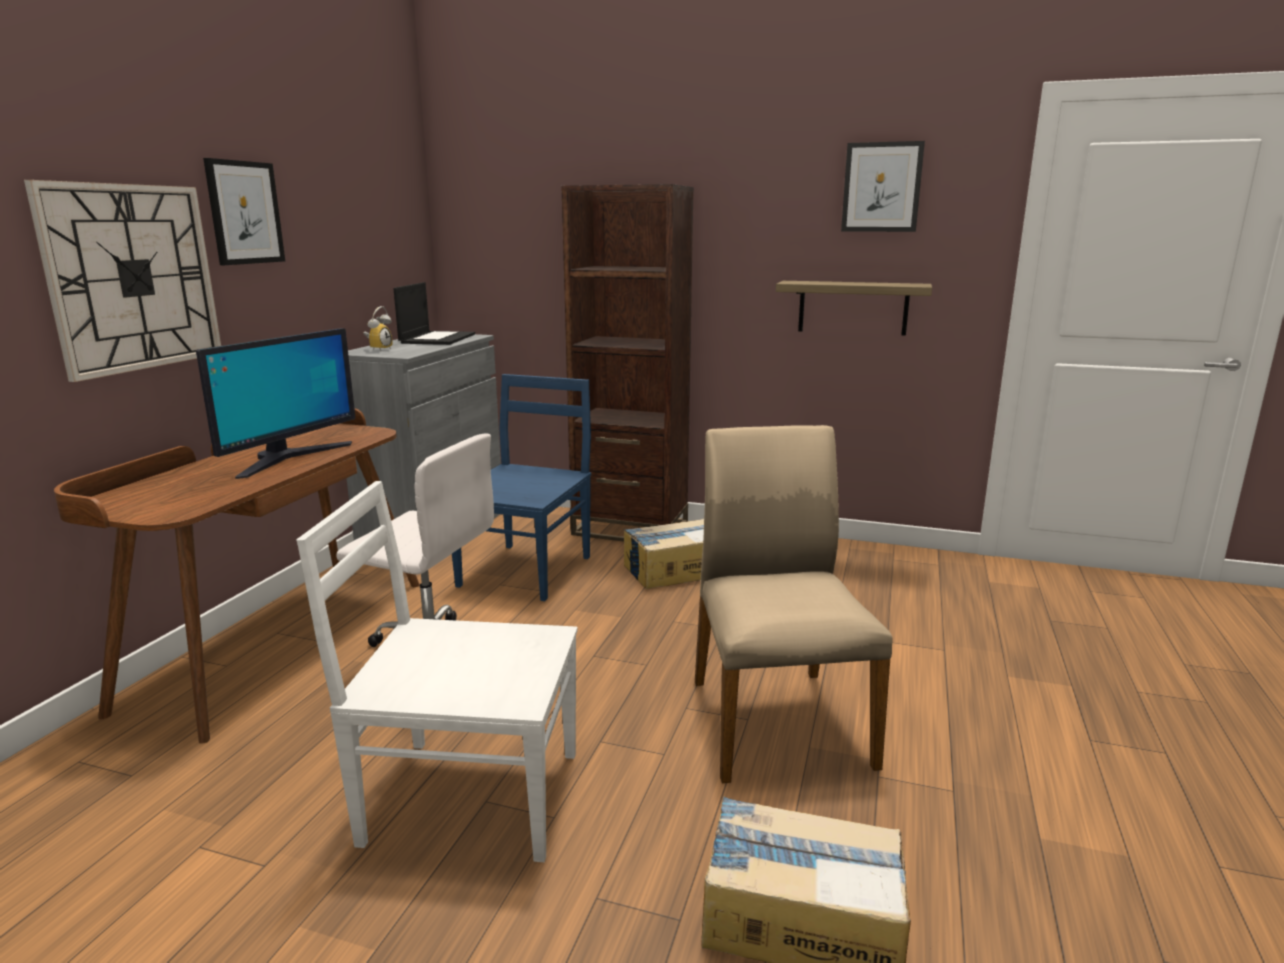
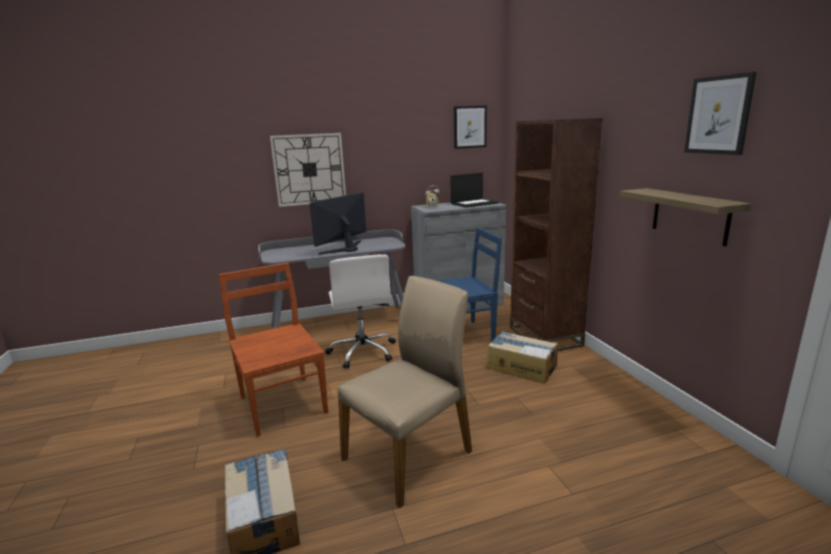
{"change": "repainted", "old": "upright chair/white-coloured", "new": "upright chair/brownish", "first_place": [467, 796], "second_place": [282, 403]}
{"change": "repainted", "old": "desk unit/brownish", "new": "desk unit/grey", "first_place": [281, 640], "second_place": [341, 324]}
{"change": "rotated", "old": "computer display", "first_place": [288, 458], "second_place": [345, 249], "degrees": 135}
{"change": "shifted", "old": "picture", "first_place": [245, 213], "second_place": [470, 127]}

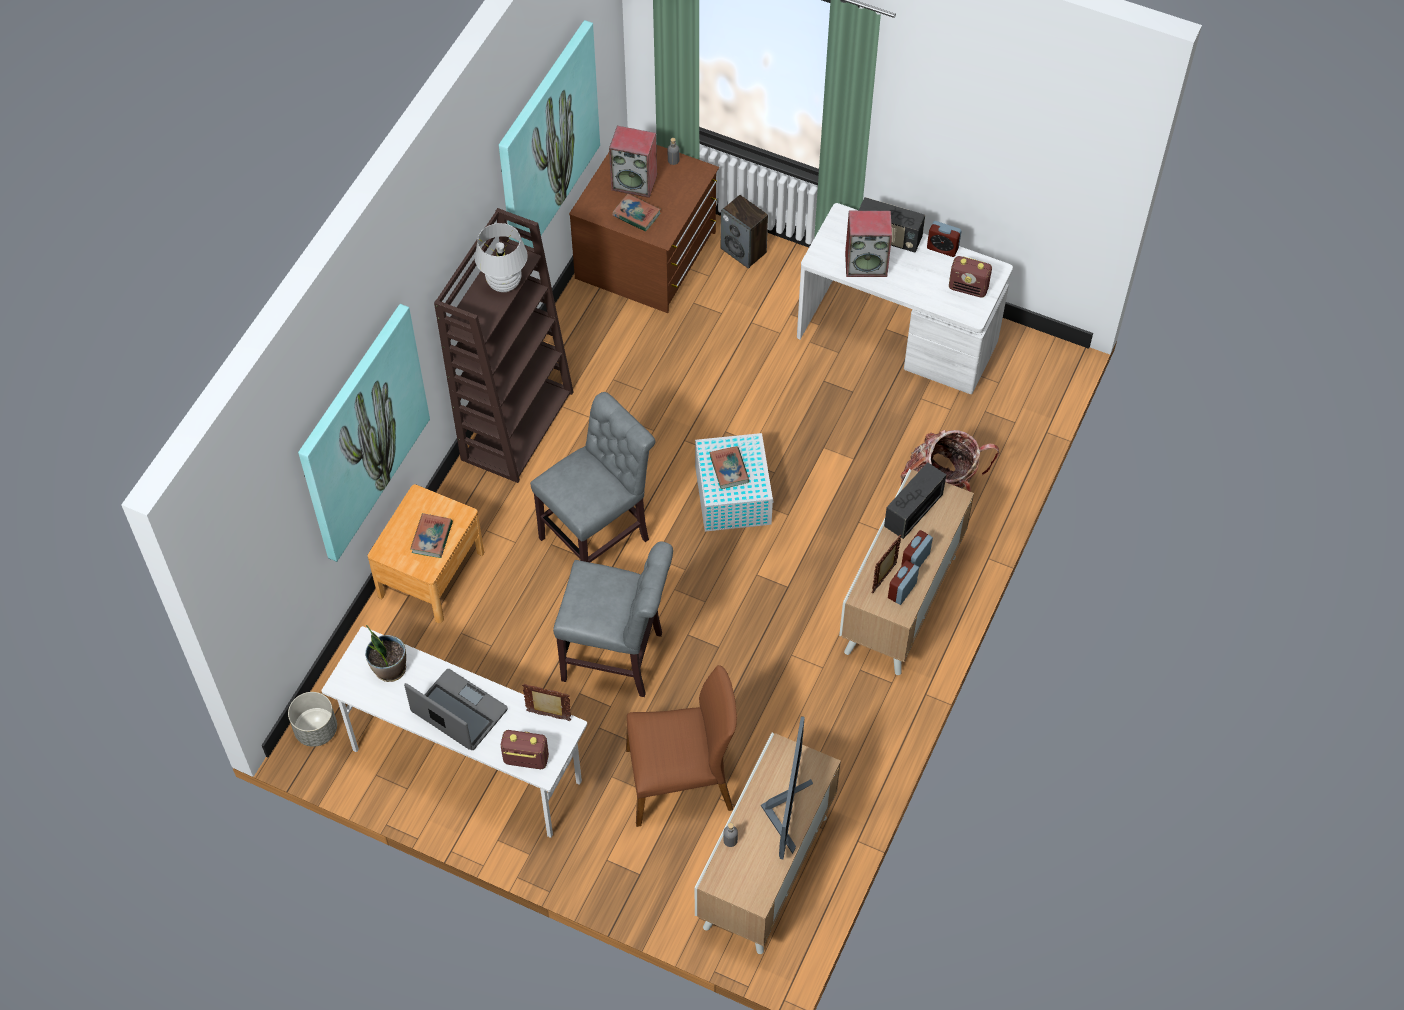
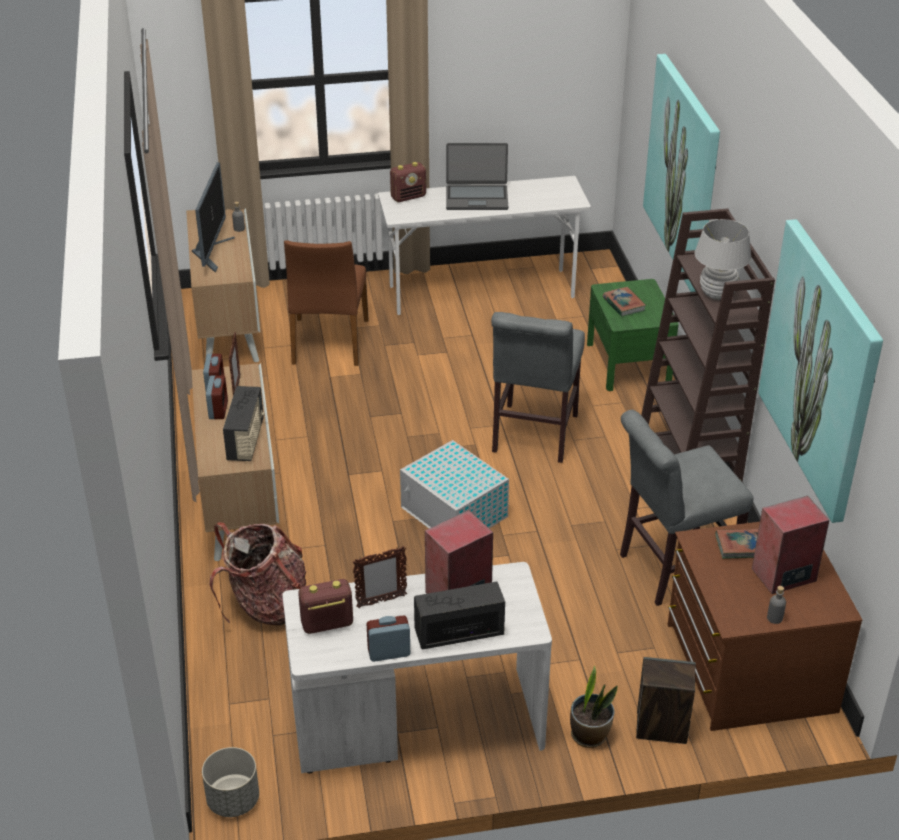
{"change": "rotated", "old": "computer display", "first_place": [785, 810], "second_place": [212, 252], "degrees": -150}
{"change": "shifted", "old": "flower pot/grey", "first_place": [316, 730], "second_place": [233, 800]}
{"change": "rotated", "old": "upright chair/brownish", "first_place": [681, 780], "second_place": [328, 342], "degrees": -45}
{"change": "shifted", "old": "standing frame", "first_place": [549, 716], "second_place": [381, 601]}
{"change": "shifted", "old": "plant in a pot", "first_place": [389, 668], "second_place": [589, 735]}
{"change": "repainted", "old": "night table/brownish", "new": "night table/green-coloured", "first_place": [431, 574], "second_place": [628, 363]}
{"change": "shifted", "old": "upright chair/grey", "first_place": [618, 658], "second_place": [671, 570]}
{"change": "gone", "old": "bound book", "first_place": [729, 469]}

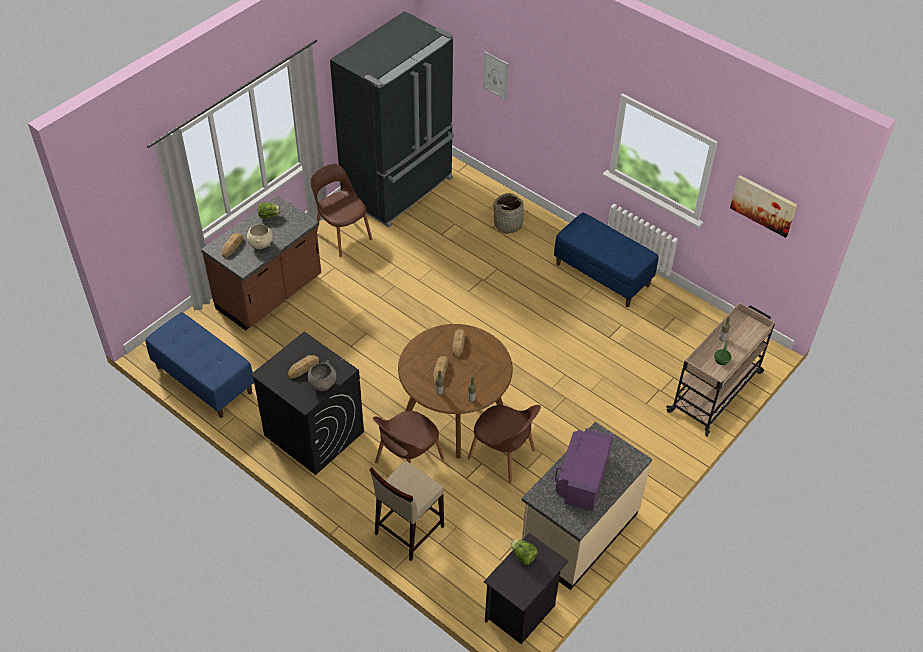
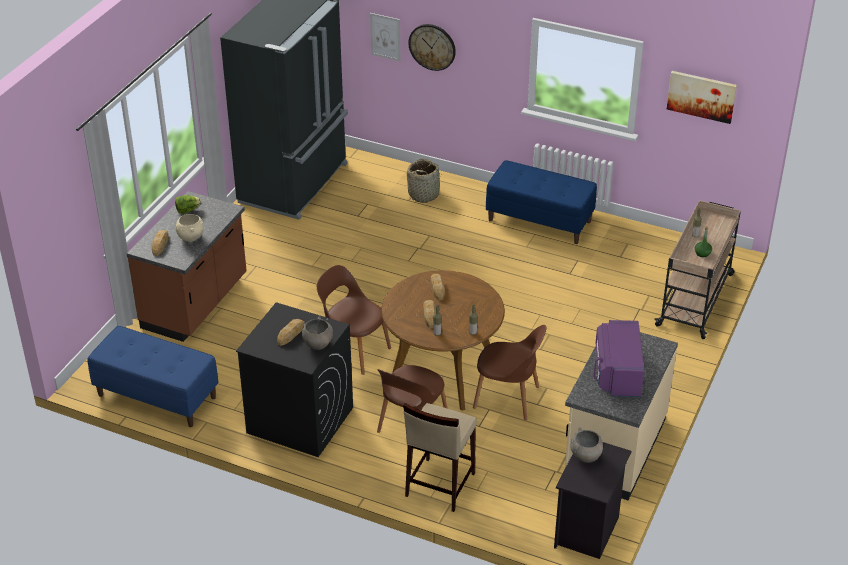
{"change": "shifted", "old": "upright chair/brownish", "first_place": [342, 234], "second_place": [354, 350]}
{"change": "new", "new": "hanging clock", "second_place": [432, 46]}
{"change": "swapped", "old": "lettuce", "new": "bowl/grey", "first_place": [523, 556], "second_place": [585, 456]}

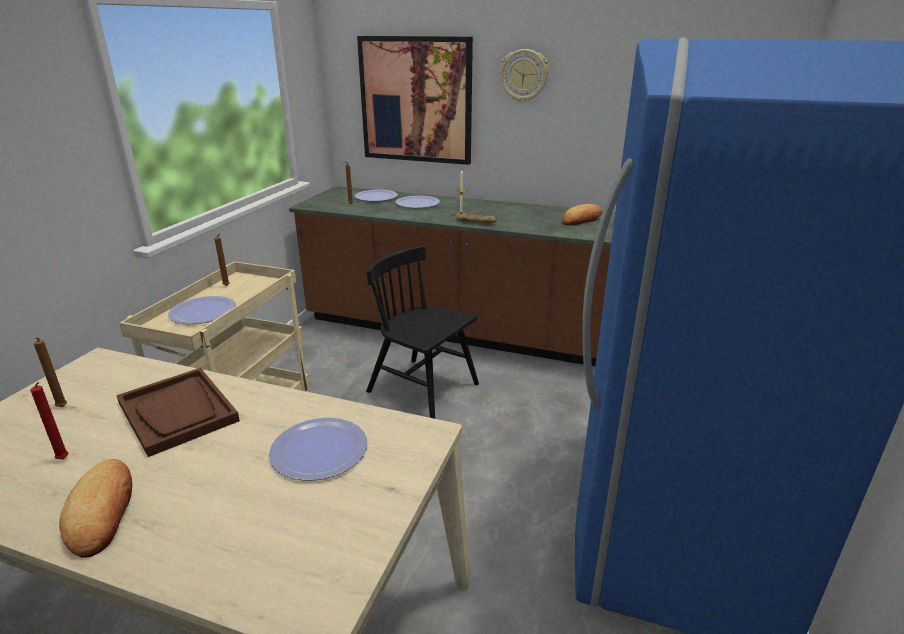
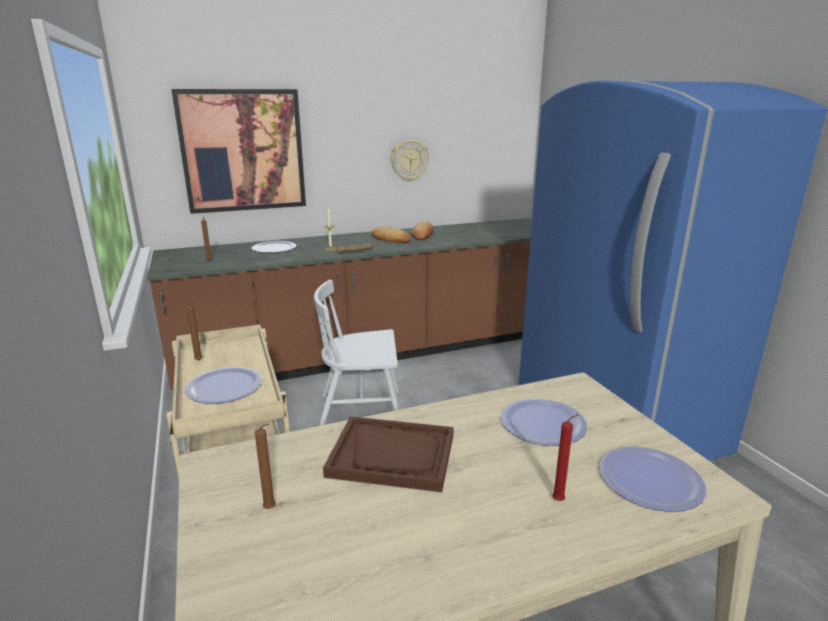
{"change": "repainted", "old": "upright chair/blackish", "new": "upright chair/white-coloured", "first_place": [423, 388], "second_place": [361, 412]}
{"change": "shifted", "old": "bakery bread", "first_place": [102, 511], "second_place": [390, 239]}
{"change": "shifted", "old": "hanging clock", "first_place": [524, 76], "second_place": [409, 160]}
{"change": "shifted", "old": "wax candle/reddish", "first_place": [64, 460], "second_place": [560, 500]}
{"change": "shifted", "old": "plate", "first_place": [376, 197], "second_place": [650, 480]}

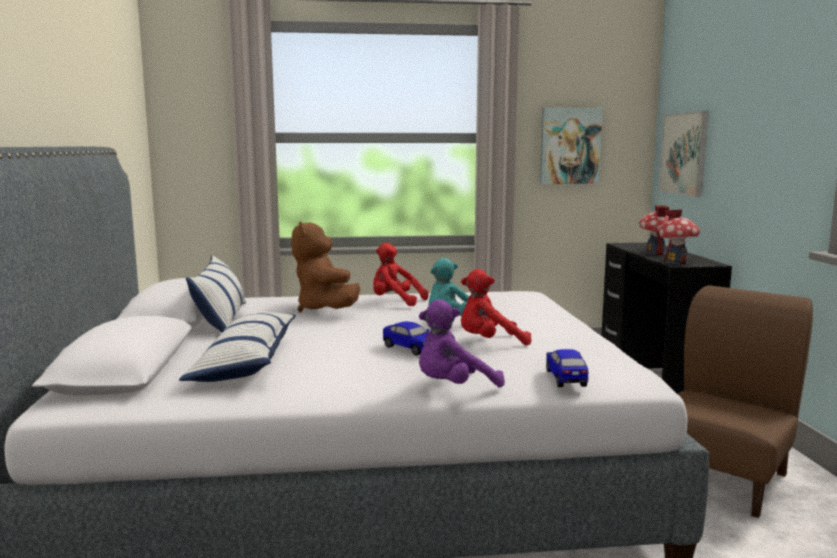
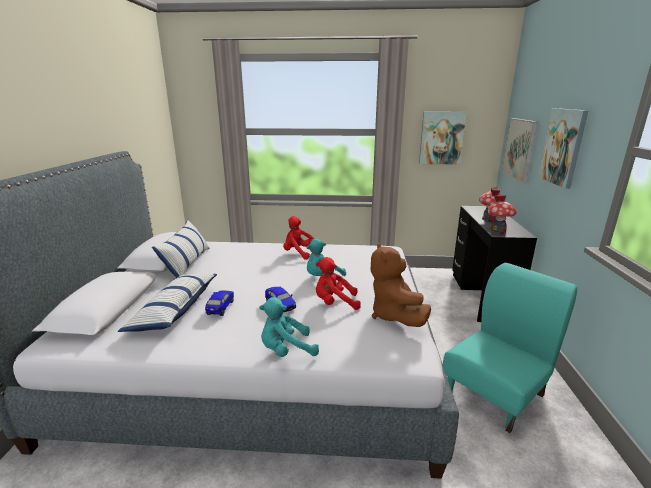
{"change": "shifted", "old": "toy car", "first_place": [565, 378], "second_place": [221, 307]}
{"change": "repainted", "old": "plush toy/purple", "new": "plush toy/blue-green", "first_place": [453, 387], "second_place": [286, 350]}
{"change": "shifted", "old": "plush toy/brownish", "first_place": [325, 309], "second_place": [394, 316]}
{"change": "repainted", "old": "upright chair/brownish", "new": "upright chair/blue-green", "first_place": [722, 479], "second_place": [496, 394]}
{"change": "new", "new": "picture", "second_place": [563, 147]}

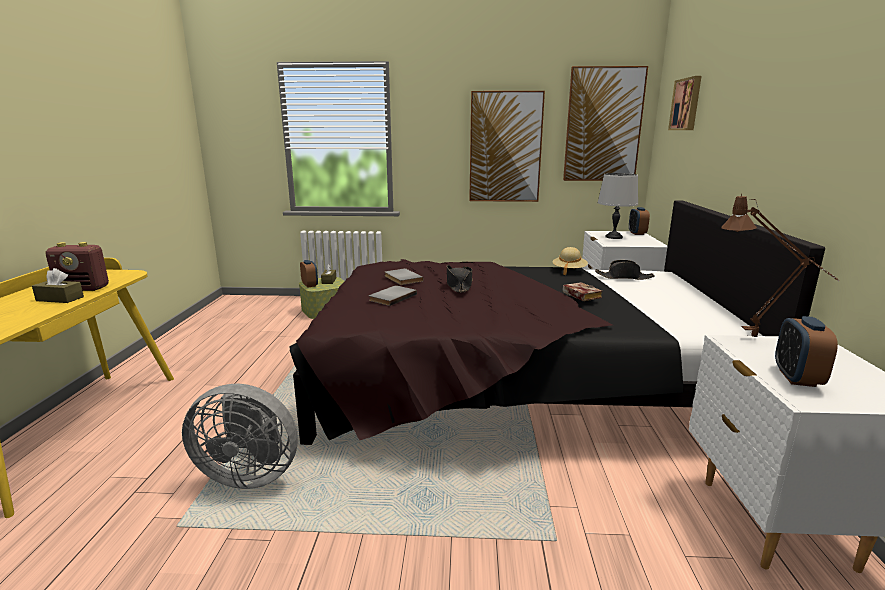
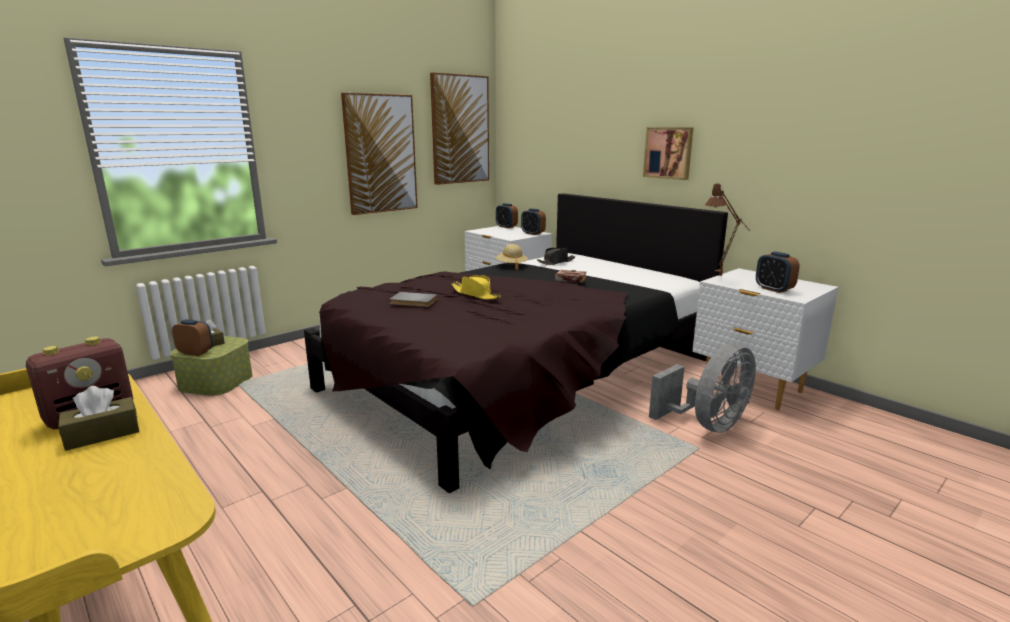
{"change": "repainted", "old": "clothing hat/blackish", "new": "clothing hat/yellowish", "first_place": [459, 285], "second_place": [476, 294]}
{"change": "new", "new": "bedside clock", "second_place": [533, 233]}
{"change": "shifted", "old": "picture", "first_place": [686, 104], "second_place": [668, 153]}
{"change": "shifted", "old": "cooling fan/grey", "first_place": [249, 474], "second_place": [708, 425]}
{"change": "gone", "old": "bound book/grey", "first_place": [391, 297]}
{"change": "gone", "old": "lamp for a table/grey", "first_place": [613, 237]}

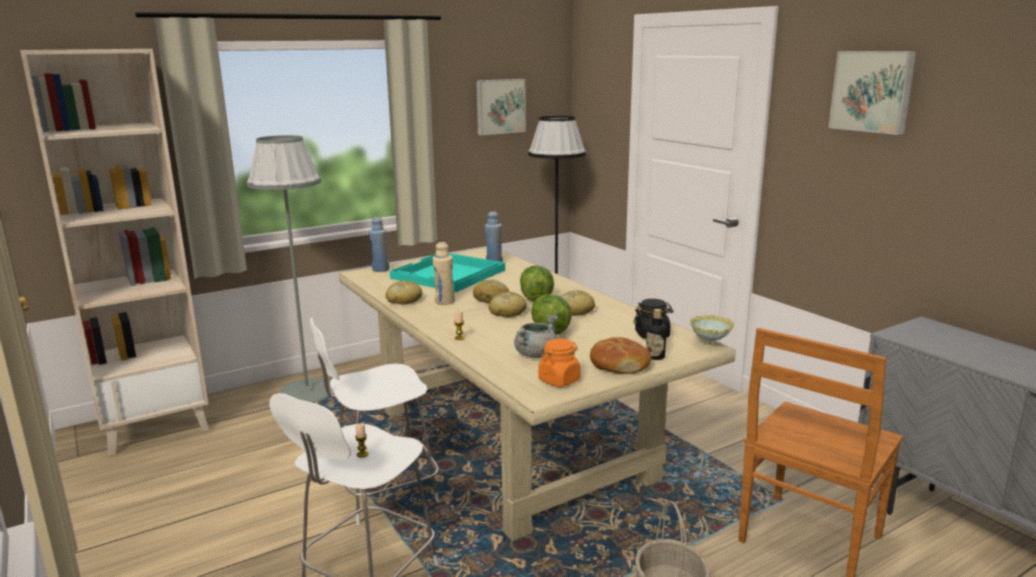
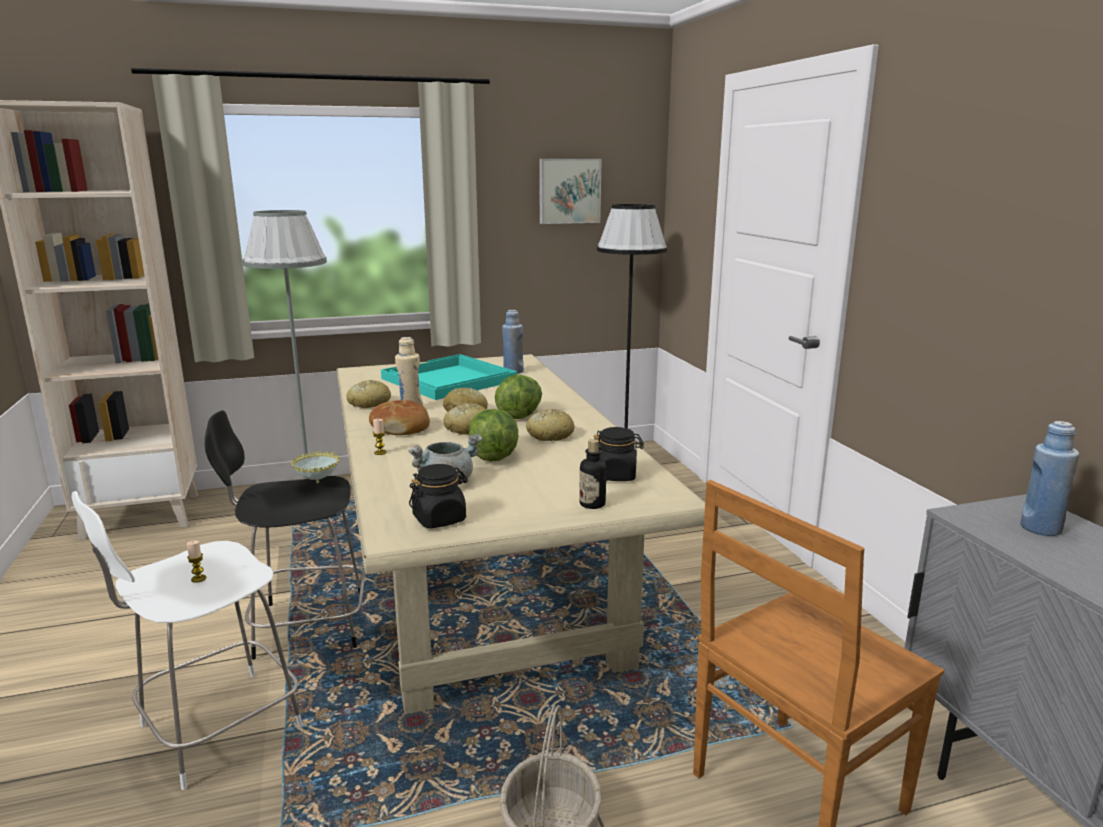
{"change": "repainted", "old": "stool seat/white-coloured", "new": "stool seat/blackish", "first_place": [383, 492], "second_place": [305, 626]}
{"change": "shifted", "old": "bowl", "first_place": [710, 344], "second_place": [317, 483]}
{"change": "shifted", "old": "bakery bread", "first_place": [618, 365], "second_place": [401, 427]}
{"change": "repainted", "old": "preserve jar/orange", "new": "preserve jar/blackish", "first_place": [559, 380], "second_place": [439, 519]}
{"change": "shifted", "old": "drink bottle/bluish", "first_place": [380, 269], "second_place": [1040, 528]}
{"change": "gone", "old": "picture", "first_place": [872, 91]}

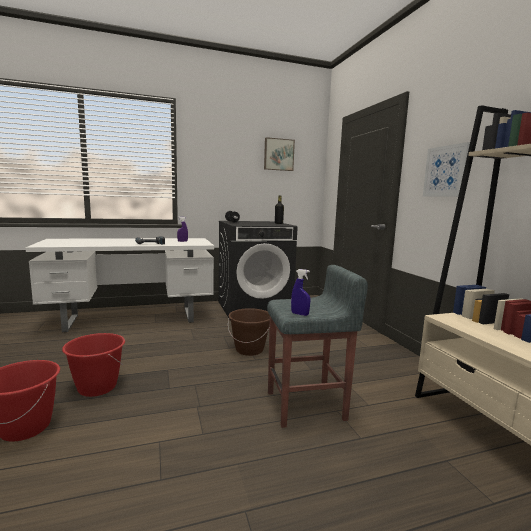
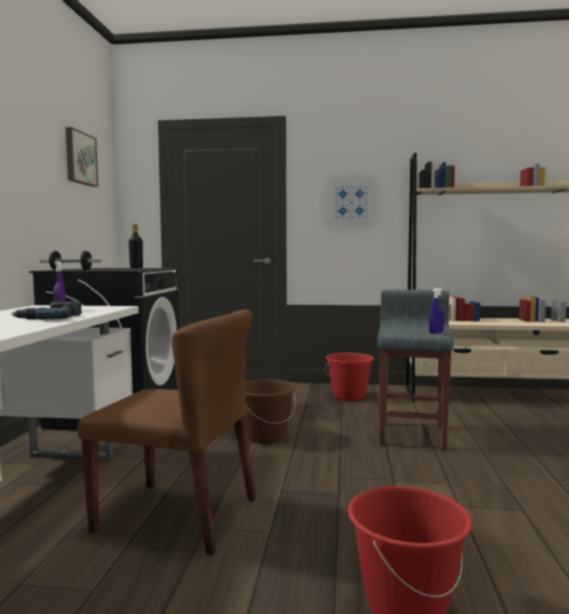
{"change": "new", "new": "upright chair/brownish", "second_place": [178, 515]}
{"change": "shifted", "old": "bucket/reddish", "first_place": [97, 387], "second_place": [349, 397]}

